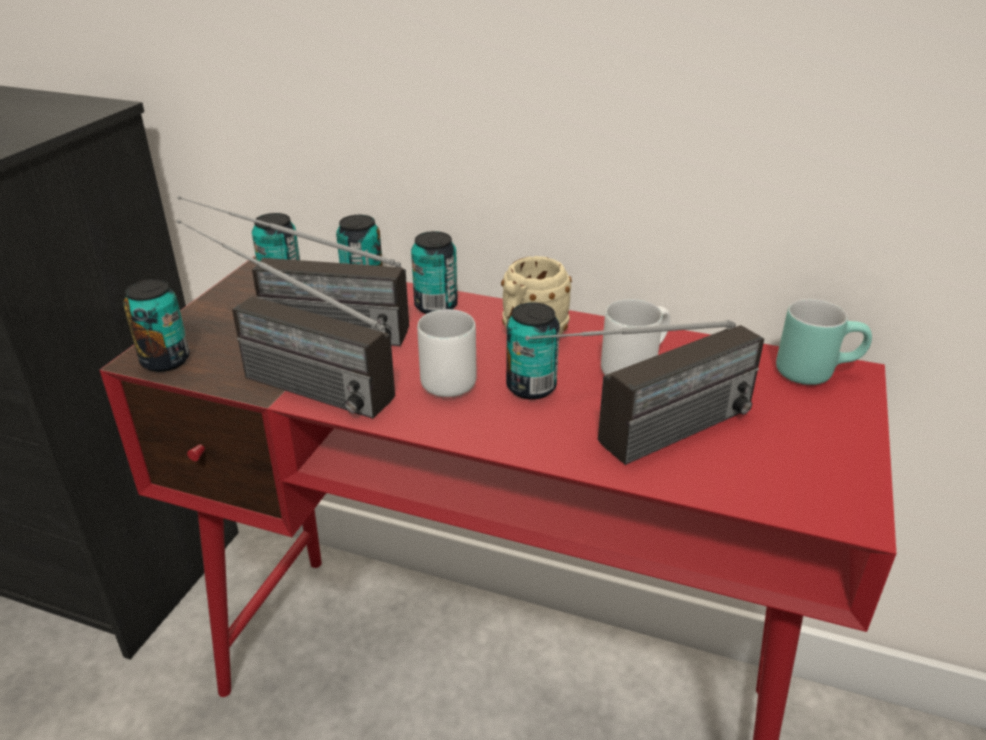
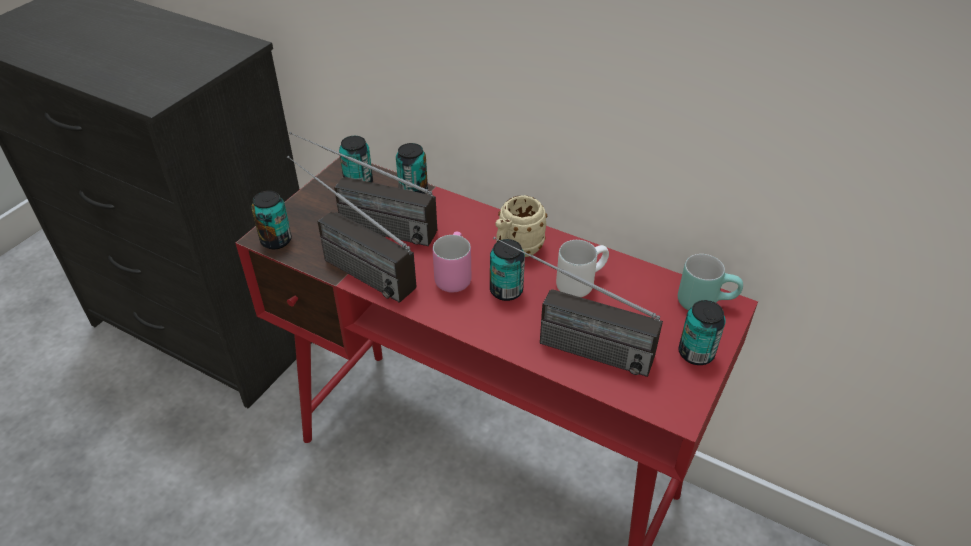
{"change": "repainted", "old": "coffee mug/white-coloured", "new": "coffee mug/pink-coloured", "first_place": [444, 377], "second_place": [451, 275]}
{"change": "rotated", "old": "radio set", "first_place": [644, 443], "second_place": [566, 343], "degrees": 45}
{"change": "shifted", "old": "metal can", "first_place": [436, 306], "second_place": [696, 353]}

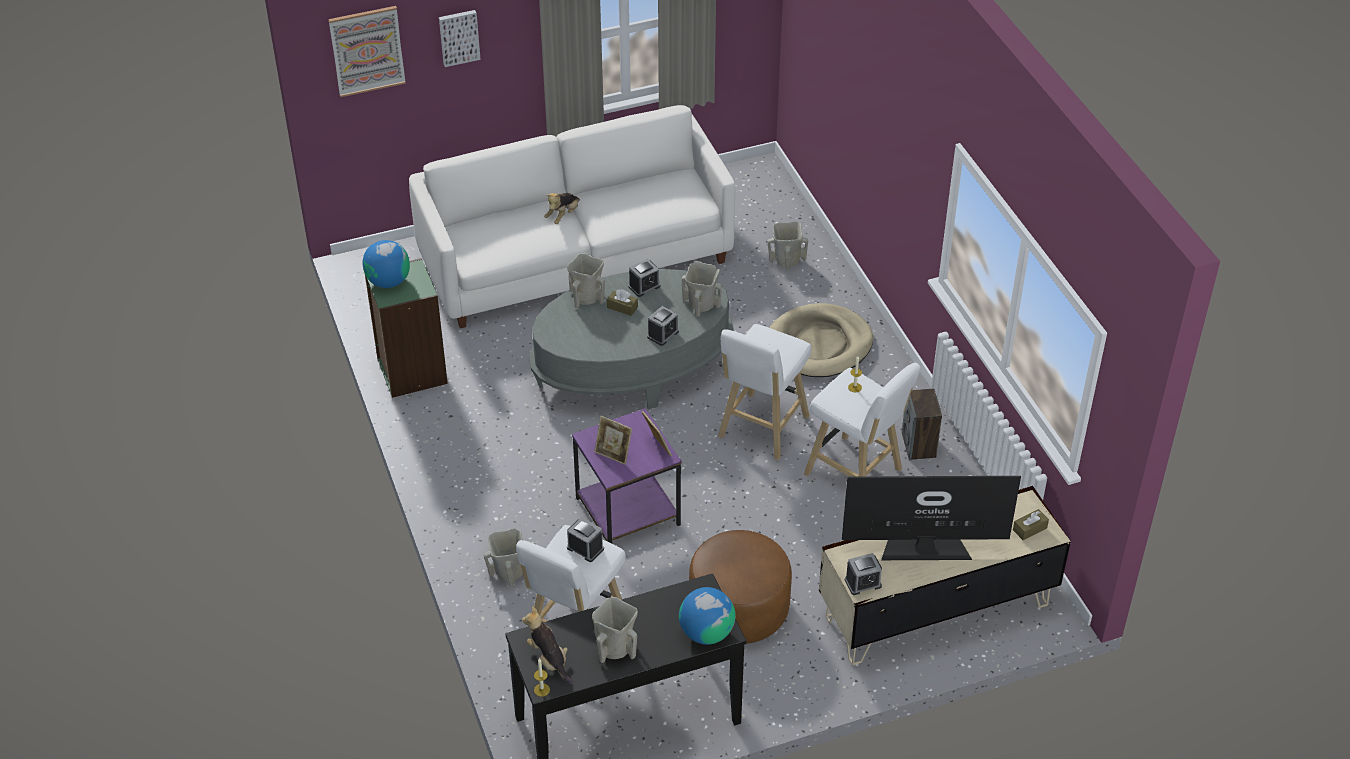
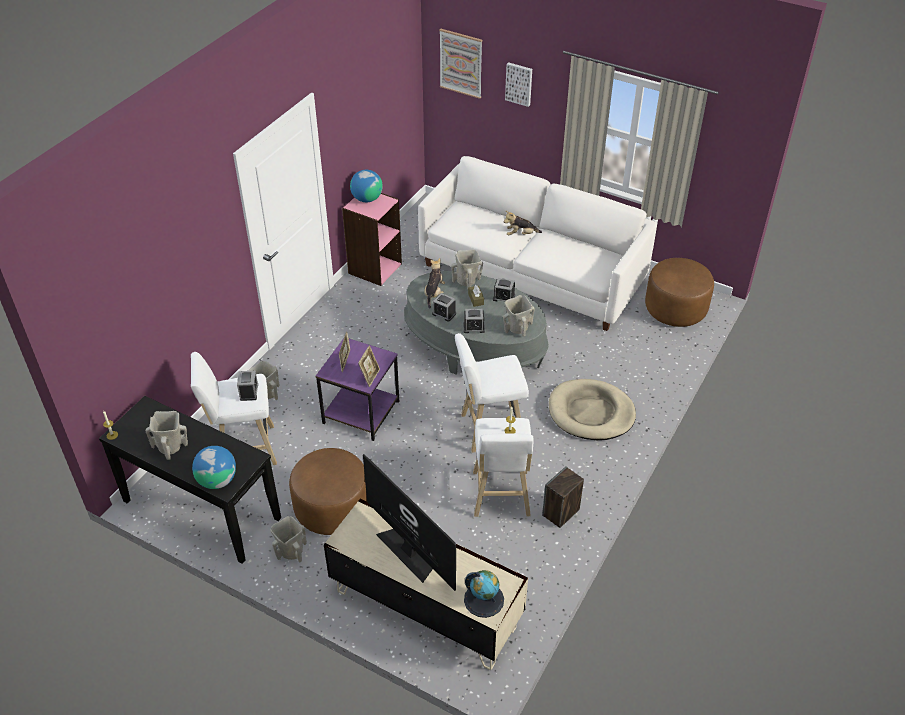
{"change": "shifted", "old": "flower vase/beige-coloured", "first_place": [786, 261], "second_place": [291, 551]}
{"change": "repainted", "old": "bookcase/green-coloured", "new": "bookcase/pink-coloured", "first_place": [411, 371], "second_place": [374, 268]}
{"change": "shifted", "old": "plush toy", "first_place": [549, 660], "second_place": [434, 293]}
{"change": "shifted", "old": "bedside clock", "first_place": [863, 583], "second_place": [444, 314]}
{"change": "swapped", "old": "tissue holder/brownish", "new": "globe", "first_place": [1029, 529], "second_place": [484, 599]}
{"change": "new", "new": "footrest/brownish", "second_place": [675, 309]}

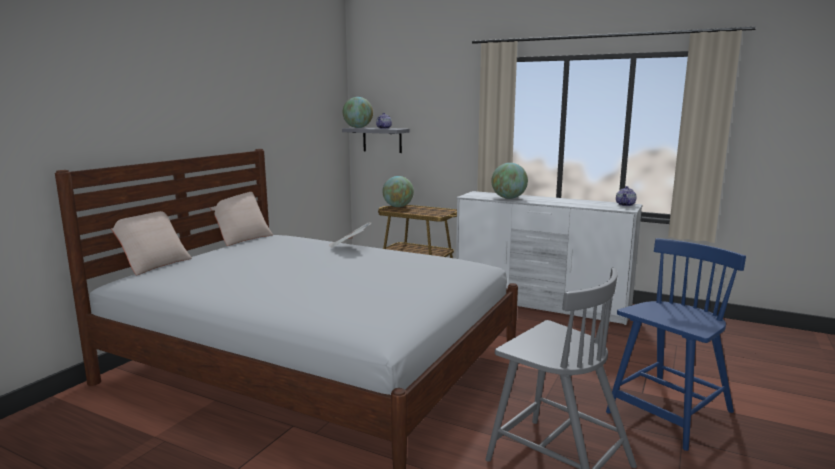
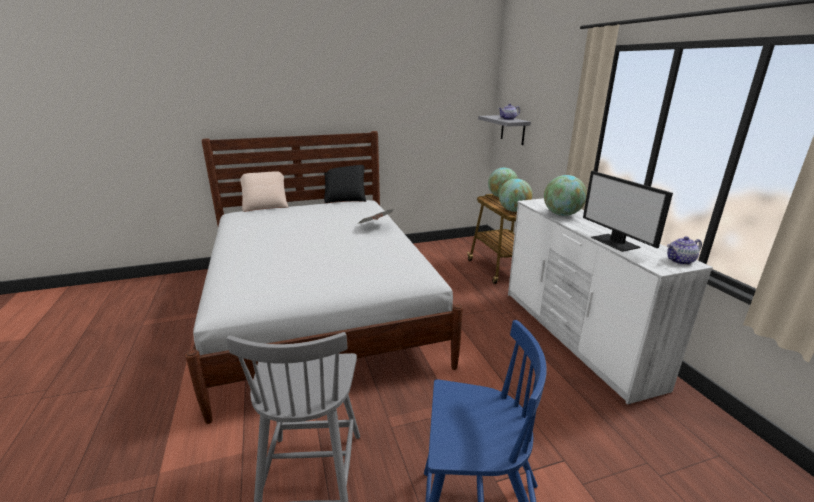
{"change": "repainted", "old": "throw pillow/beige-coloured", "new": "throw pillow/blackish", "first_place": [241, 238], "second_place": [345, 199]}
{"change": "shifted", "old": "globe", "first_place": [358, 127], "second_place": [513, 210]}
{"change": "new", "new": "computer display", "second_place": [616, 242]}

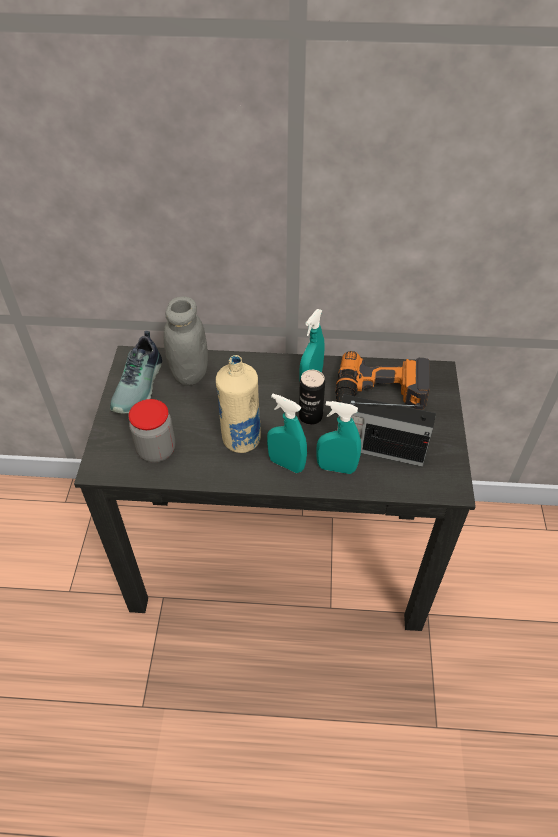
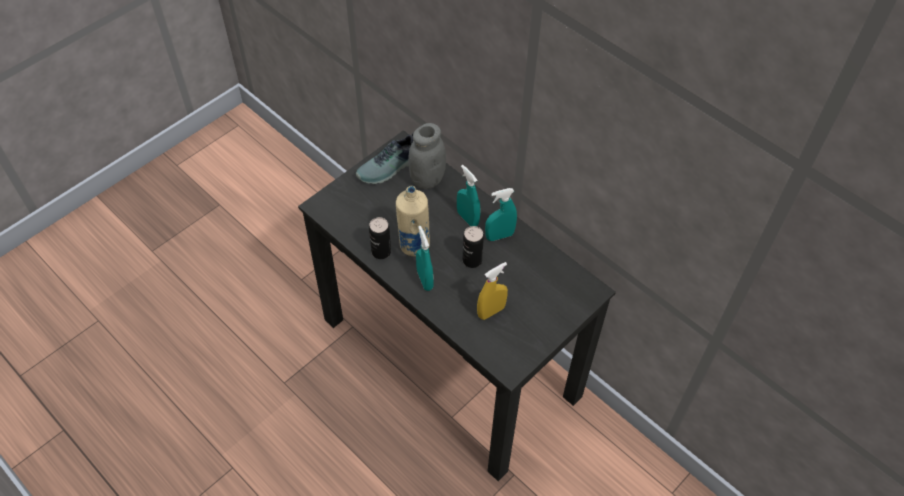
{"change": "new", "new": "metal can", "second_place": [381, 251]}
{"change": "shifted", "old": "spray bottle/blue-green", "first_place": [336, 468], "second_place": [467, 218]}
{"change": "swapped", "old": "radio set", "new": "spray bottle/yellowish", "first_place": [378, 449], "second_place": [491, 311]}
{"change": "gone", "old": "preserve jar", "first_place": [156, 450]}
{"change": "gone", "old": "drill", "first_place": [380, 394]}

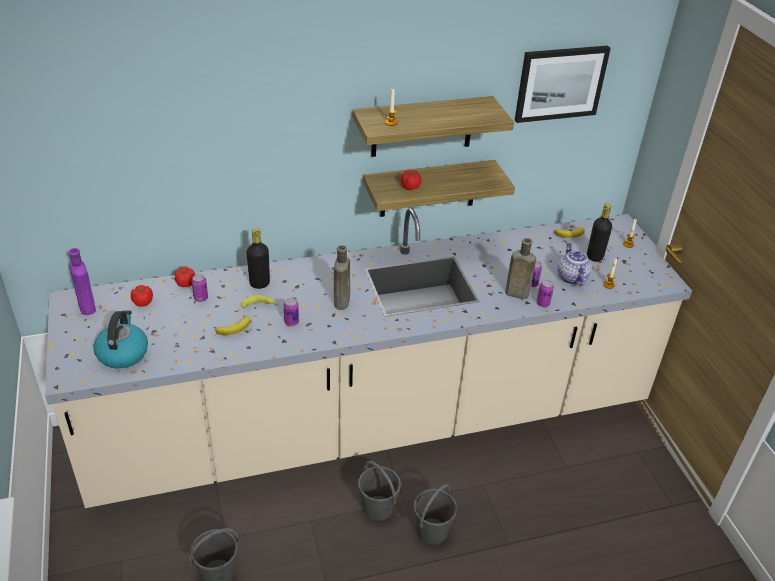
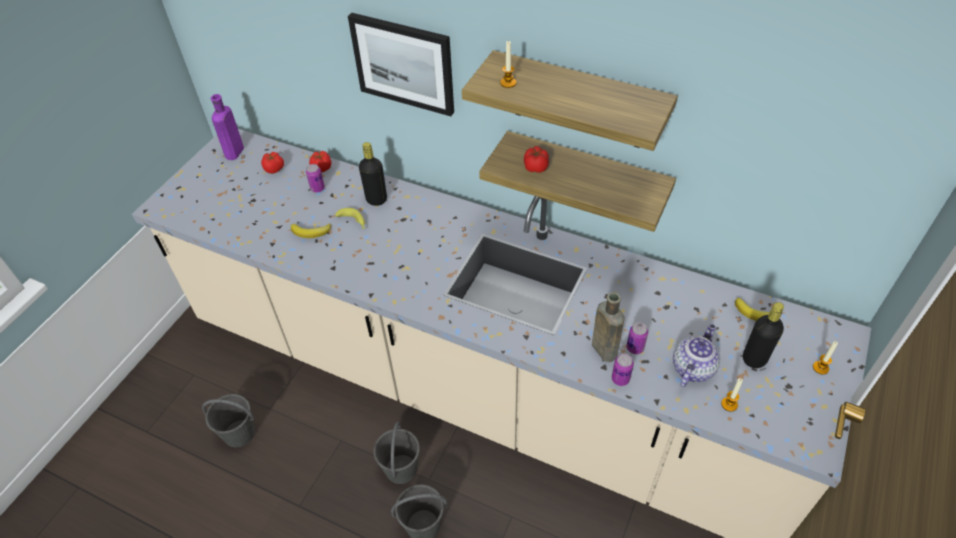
{"change": "shifted", "old": "picture", "first_place": [560, 83], "second_place": [404, 63]}
{"change": "gone", "old": "water kettle", "first_place": [123, 353]}
{"change": "gone", "old": "metal can", "first_place": [291, 322]}
{"change": "gone", "old": "drink bottle/brownish", "first_place": [342, 300]}

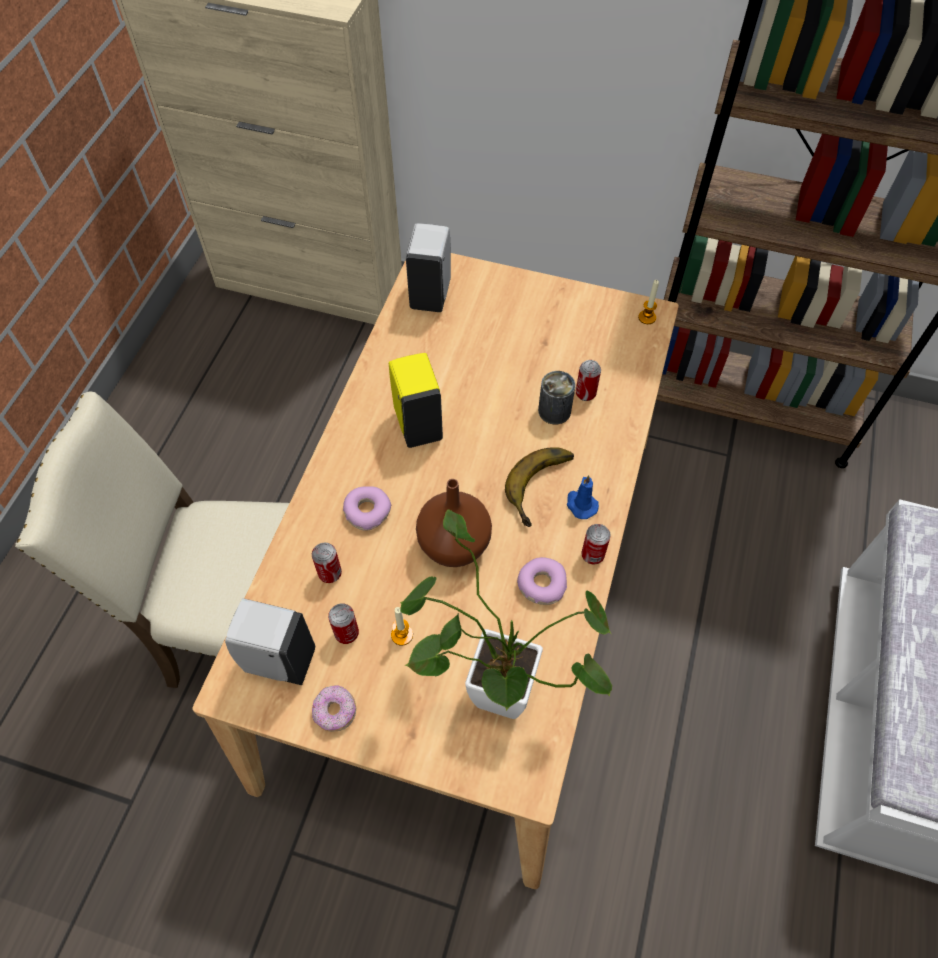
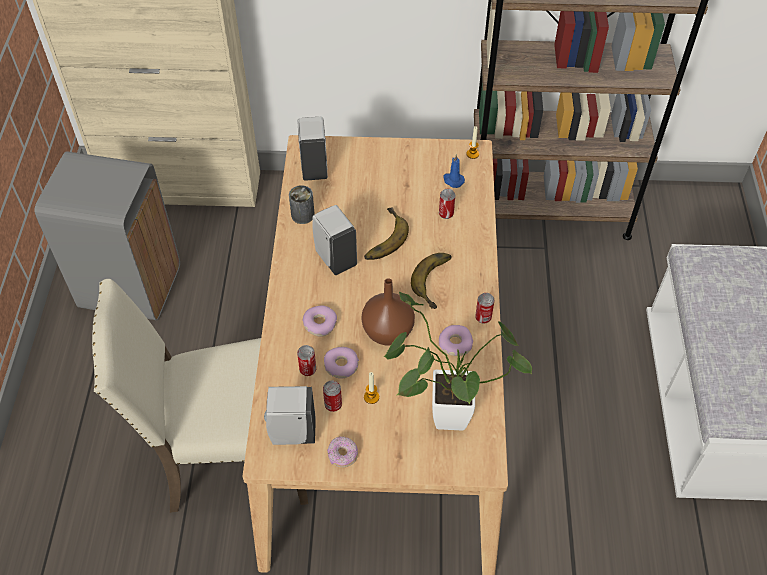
{"change": "new", "new": "waste bin/grey", "second_place": [130, 286]}
{"change": "shifted", "old": "metal can", "first_place": [554, 411], "second_place": [302, 215]}
{"change": "repainted", "old": "liquid soap bottle/yellowish", "new": "liquid soap bottle/white-coloured", "first_place": [417, 423], "second_place": [335, 258]}
{"change": "new", "new": "ring doughnut", "second_place": [341, 366]}
{"change": "new", "new": "banana", "second_place": [381, 238]}
{"change": "shifted", "old": "wax candle/bluish", "first_place": [580, 504], "second_place": [453, 180]}

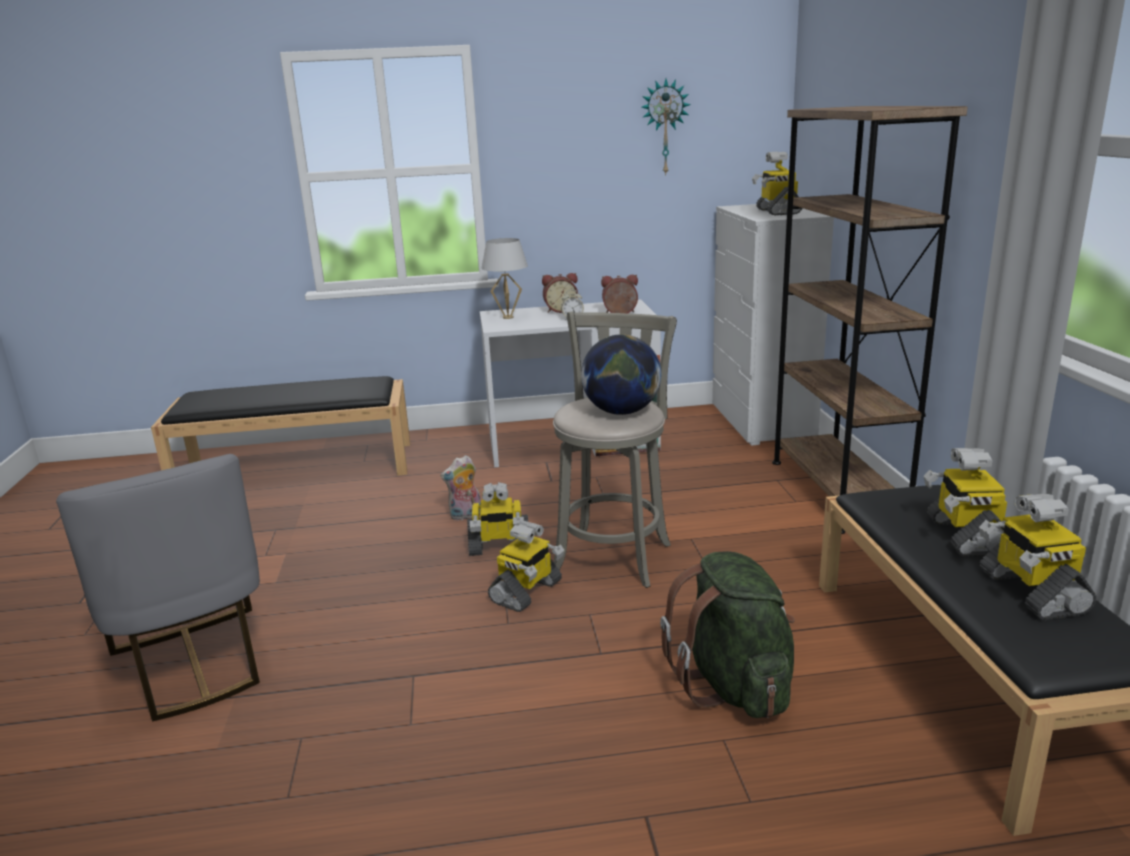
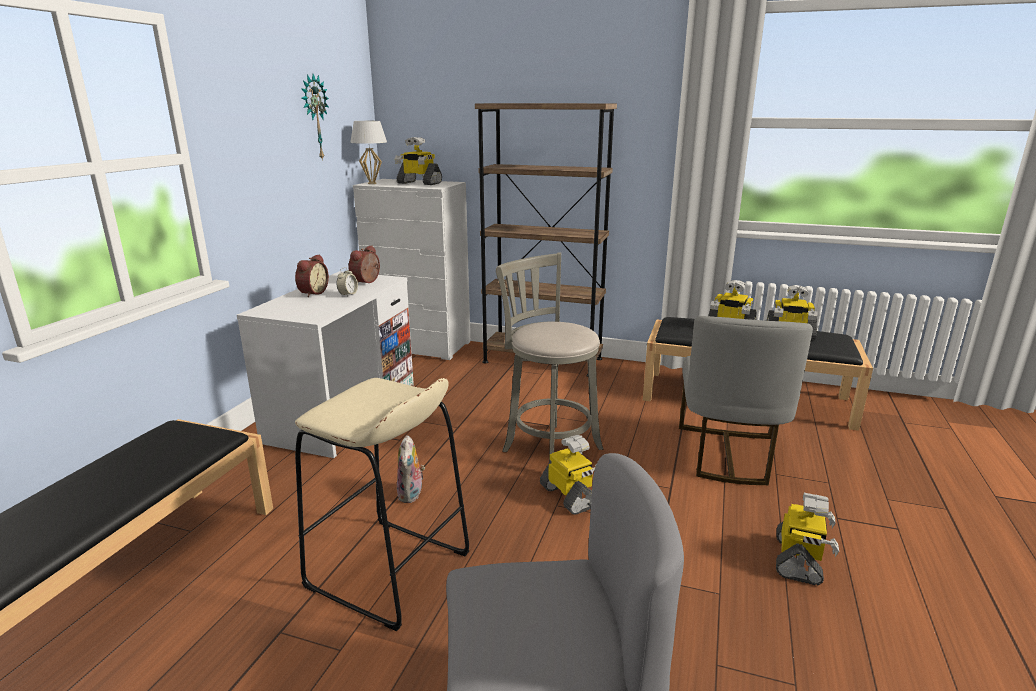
{"change": "new", "new": "stool seat/beige-coloured", "second_place": [388, 571]}
{"change": "shifted", "old": "lamp for a table/white-coloured", "first_place": [508, 317], "second_place": [372, 183]}
{"change": "swapped", "old": "knapsack/green-coloured", "new": "upright chair/grey", "first_place": [734, 685], "second_place": [727, 455]}
{"change": "shifted", "old": "toy robot", "first_place": [499, 547], "second_place": [799, 560]}
{"change": "gone", "old": "globe", "first_place": [621, 412]}

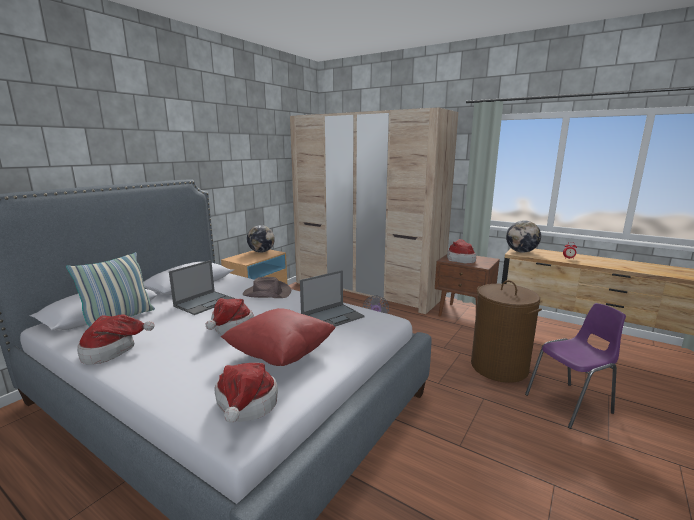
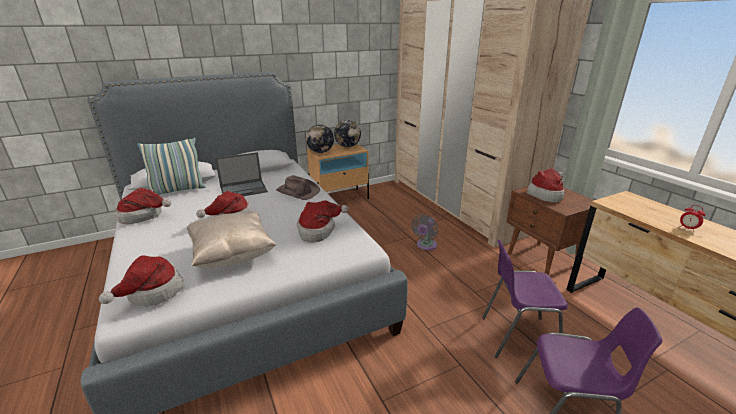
{"change": "repainted", "old": "throw pillow/reddish", "new": "throw pillow/beige-coloured", "first_place": [280, 354], "second_place": [233, 255]}
{"change": "swapped", "old": "notebook computer", "new": "clothing hat", "first_place": [333, 316], "second_place": [319, 230]}
{"change": "shifted", "old": "globe", "first_place": [521, 252], "second_place": [320, 152]}
{"change": "swapped", "old": "hamper/brownish", "new": "upright chair/purple", "first_place": [498, 367], "second_place": [517, 337]}

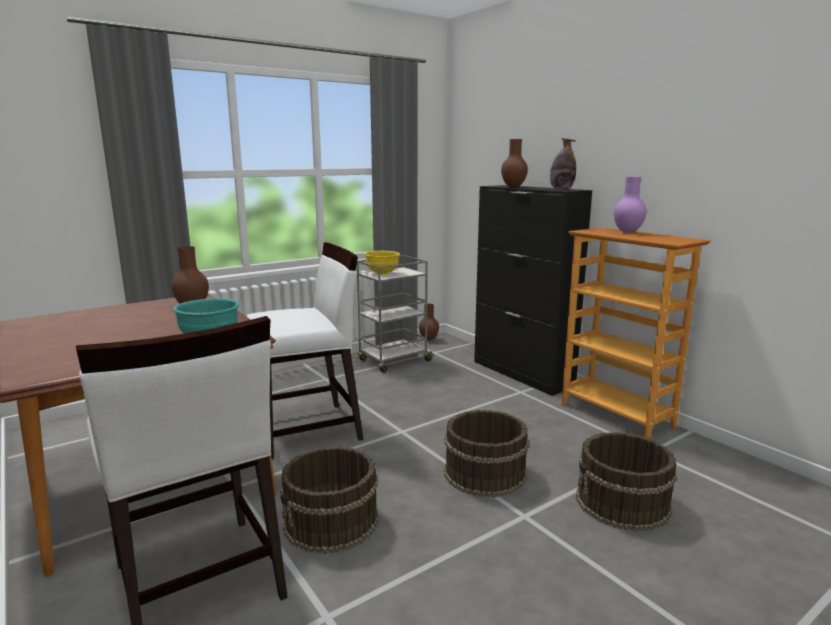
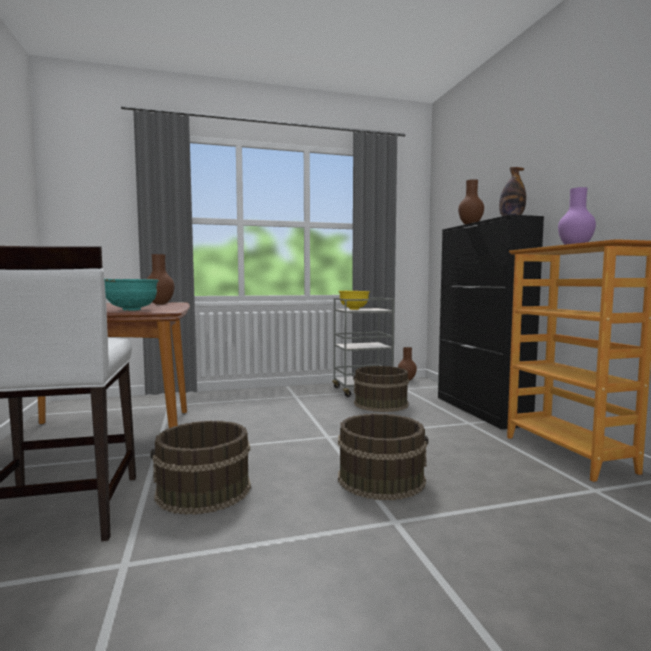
{"change": "shifted", "old": "bucket/brownish", "first_place": [622, 503], "second_place": [380, 404]}
{"change": "gone", "old": "upright chair/white-coloured", "first_place": [308, 430]}

